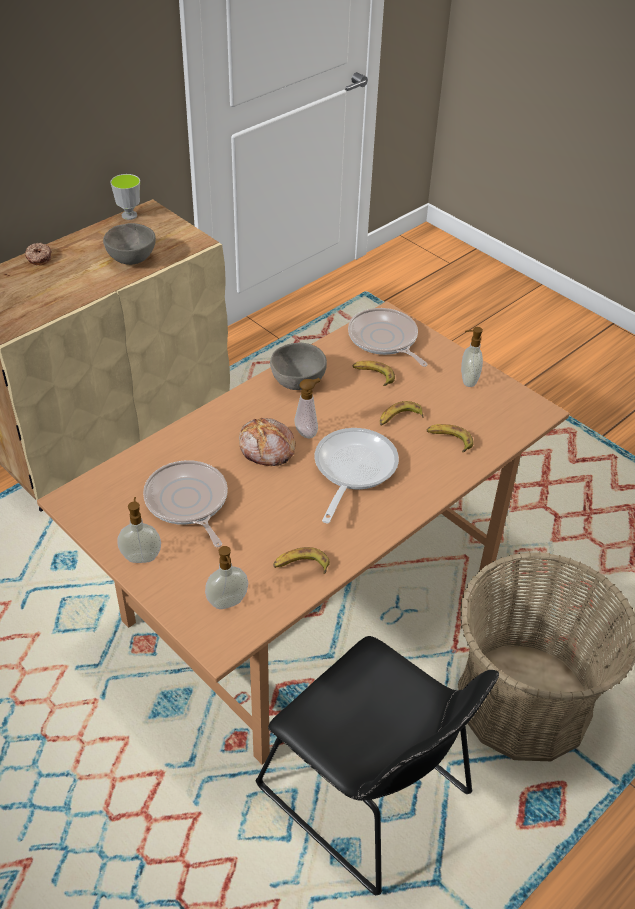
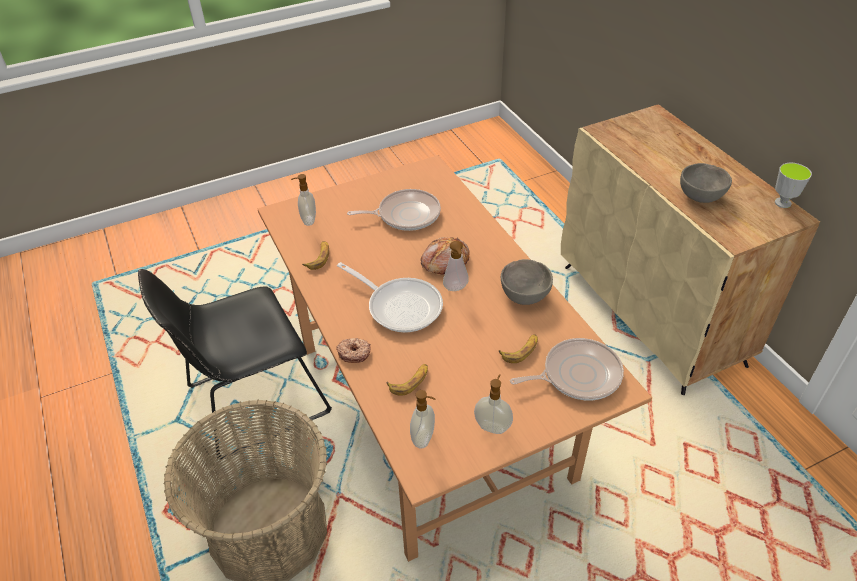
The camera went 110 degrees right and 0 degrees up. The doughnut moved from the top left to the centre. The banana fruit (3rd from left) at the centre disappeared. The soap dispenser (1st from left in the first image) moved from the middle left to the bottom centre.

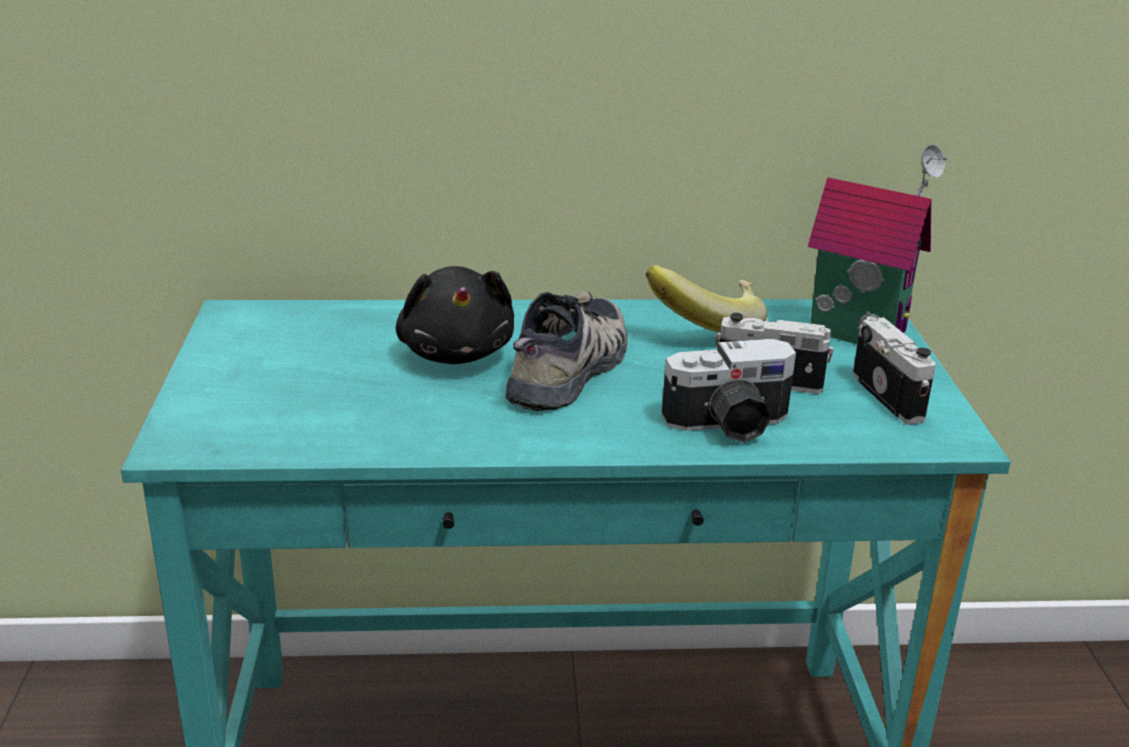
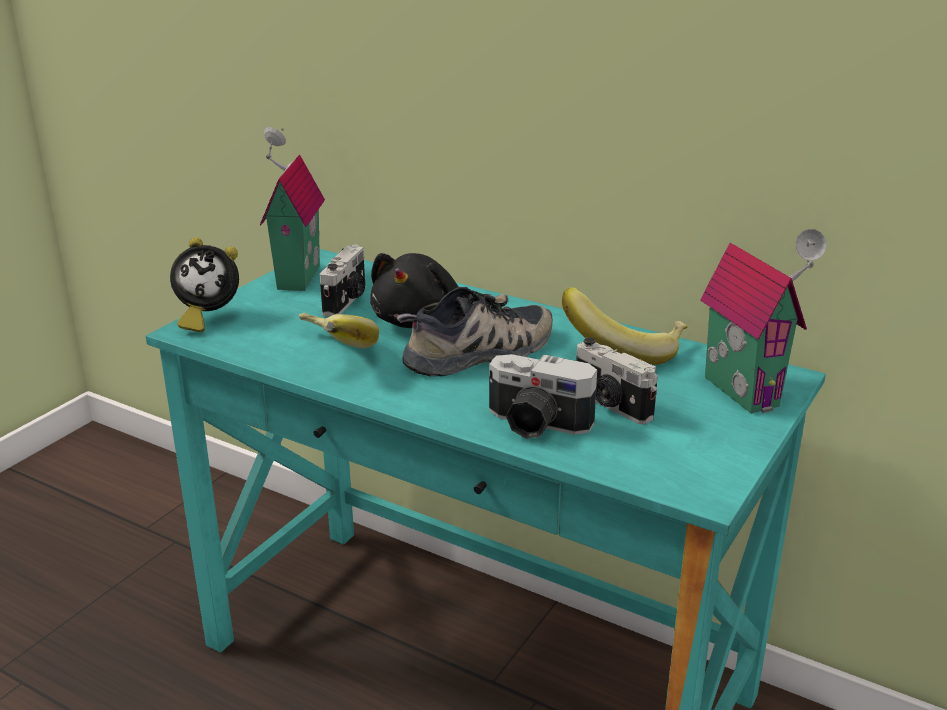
The camera went 35 degrees right and 0 degrees up. The still camera (3rd from left in the first image) moved from the middle right to the centre. The model house (1st from left) at the top left appeared. The alarm clock at the middle left appeared. The banana fruit (1st from left) at the centre appeared.

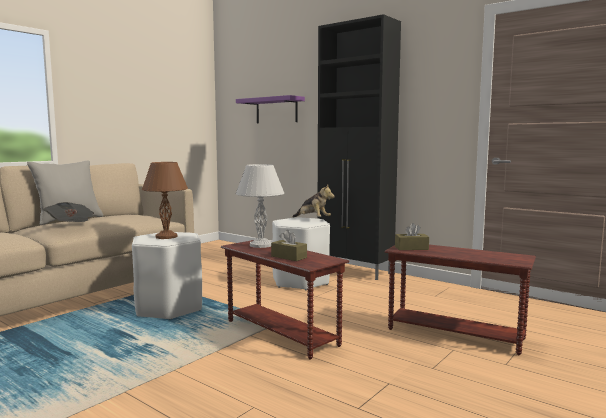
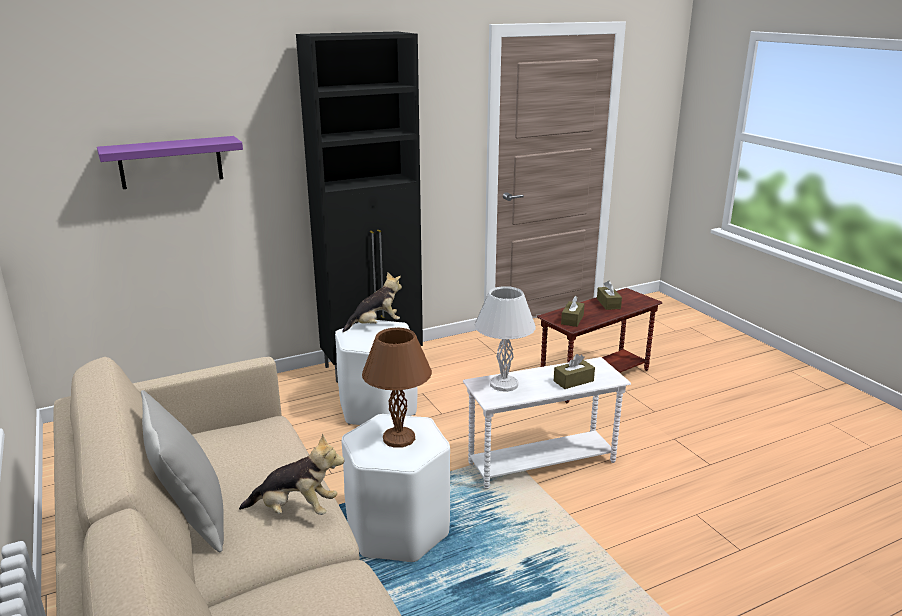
The camera went 65 degrees left and 15 degrees up. The daily paper at the middle left was replaced by the cuddly toy (1st from left) at the bottom left. The side table/brownish (1st from left) at the bottom centre became the side table/whitish at the bottom centre. The tissue holder/brownish (3rd from left) at the middle right appeared.

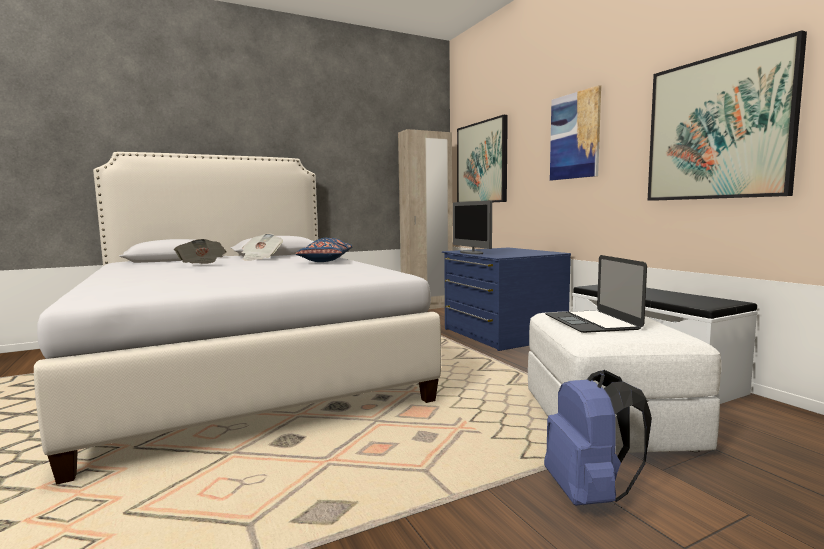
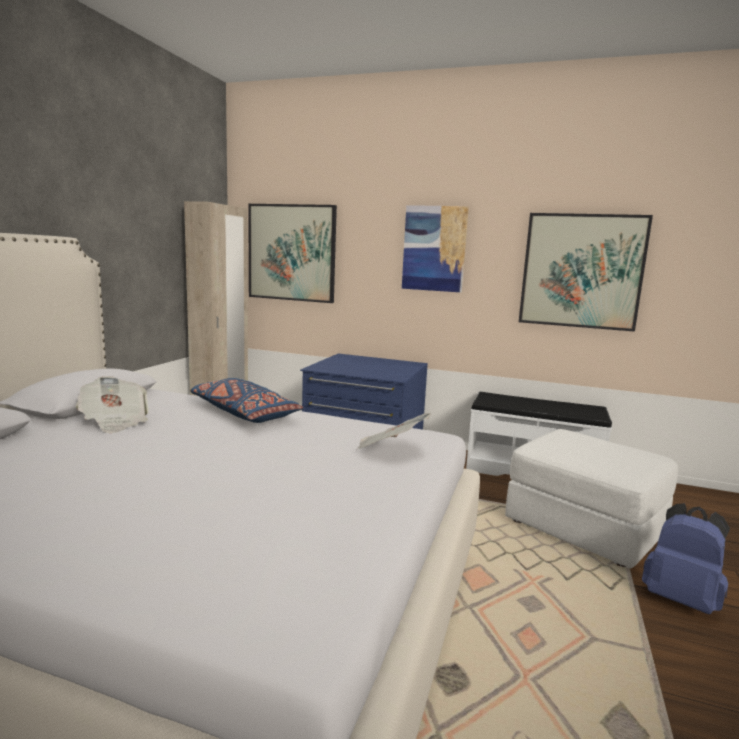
The camera went 45 degrees left and 5 degrees up. The computer screen at the centre disappeared. The daily paper (1st from left in the first image) moved from the middle left to the centre. The portable computer at the middle right disappeared.

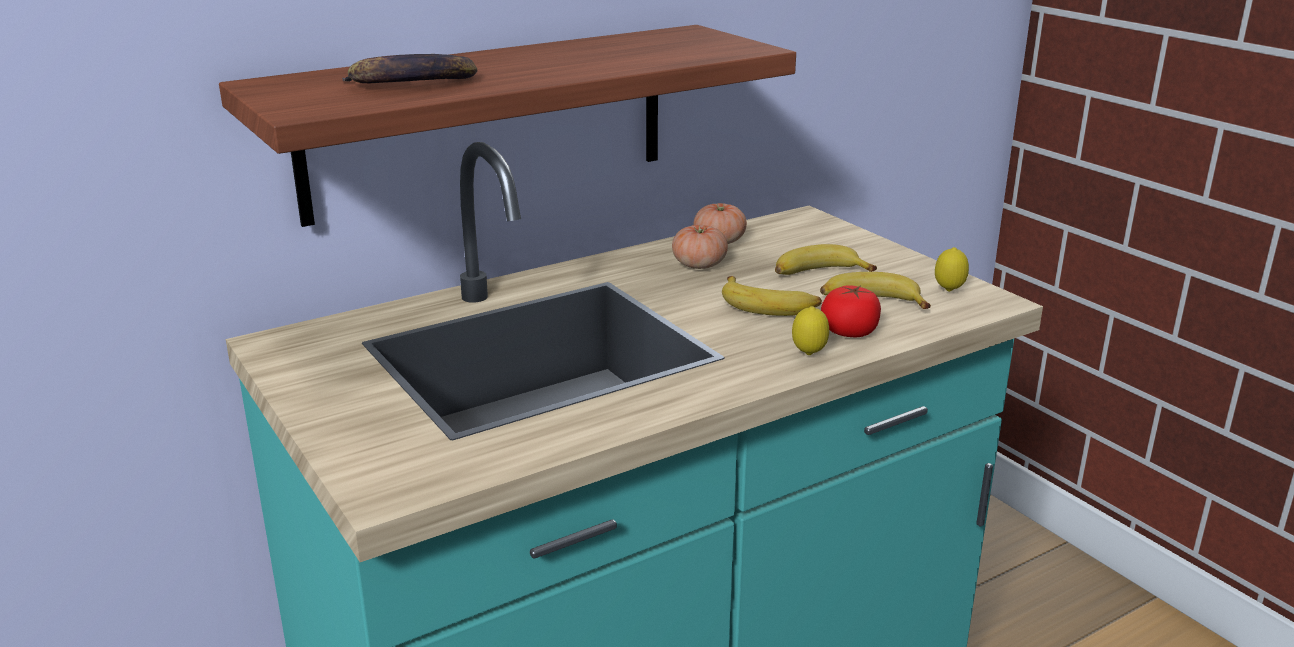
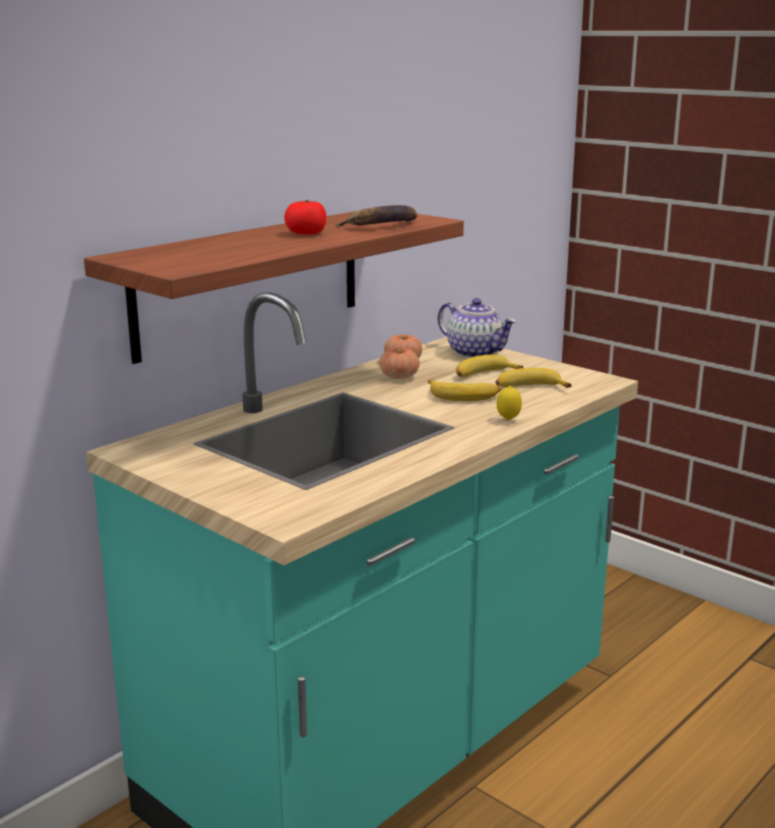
The camera went 15 degrees left and 5 degrees down. The banana fruit (1st from left) moved from the top left to the top centre. The whole lemon (2nd from left) at the middle right disappeared. The fresh tomato (3rd from left in the first image) moved from the centre to the top centre. The pot for tea at the centre appeared.

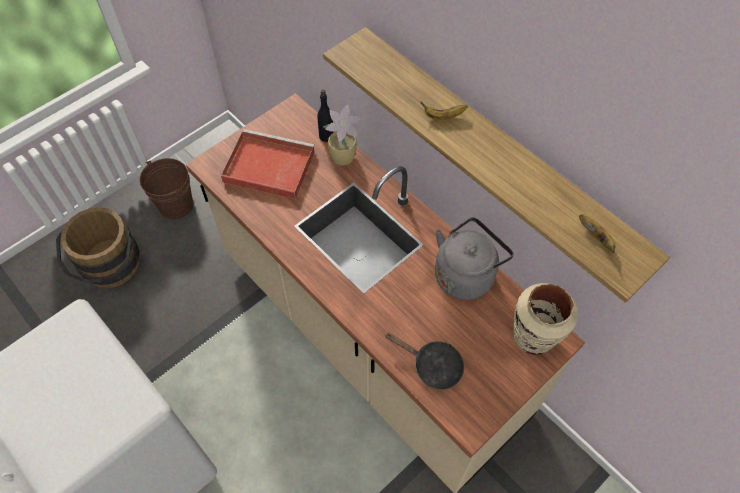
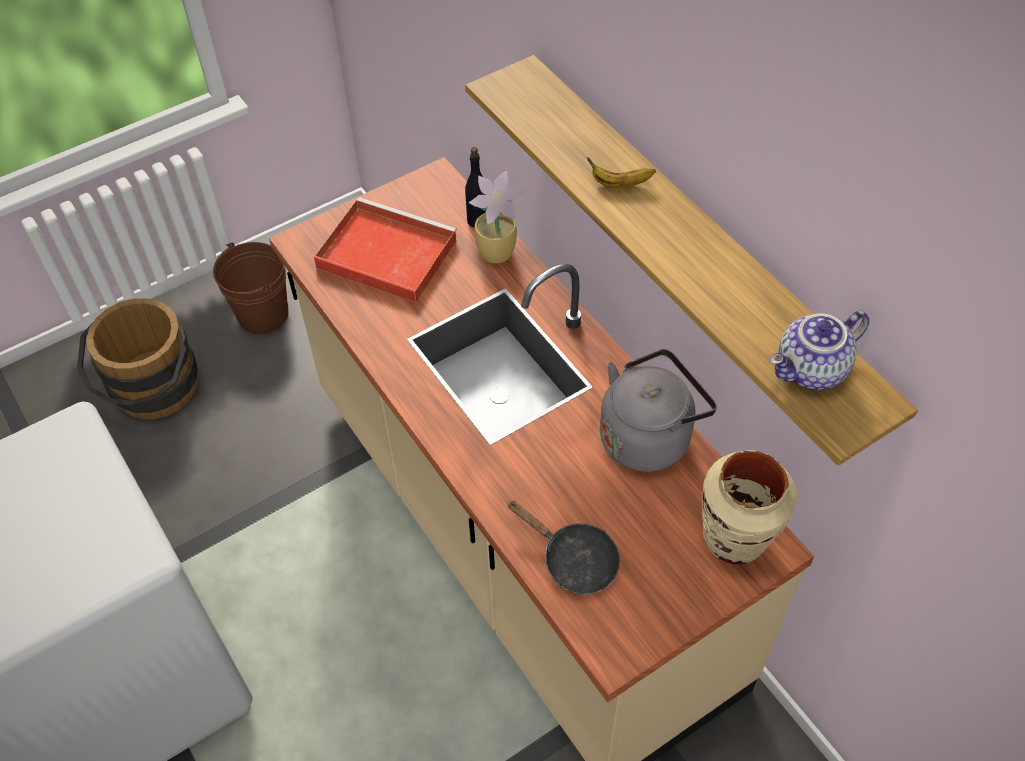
The camera went 10 degrees right and 5 degrees down. The banana fruit (2nd from left) at the middle right was replaced by the pot for tea at the middle right.

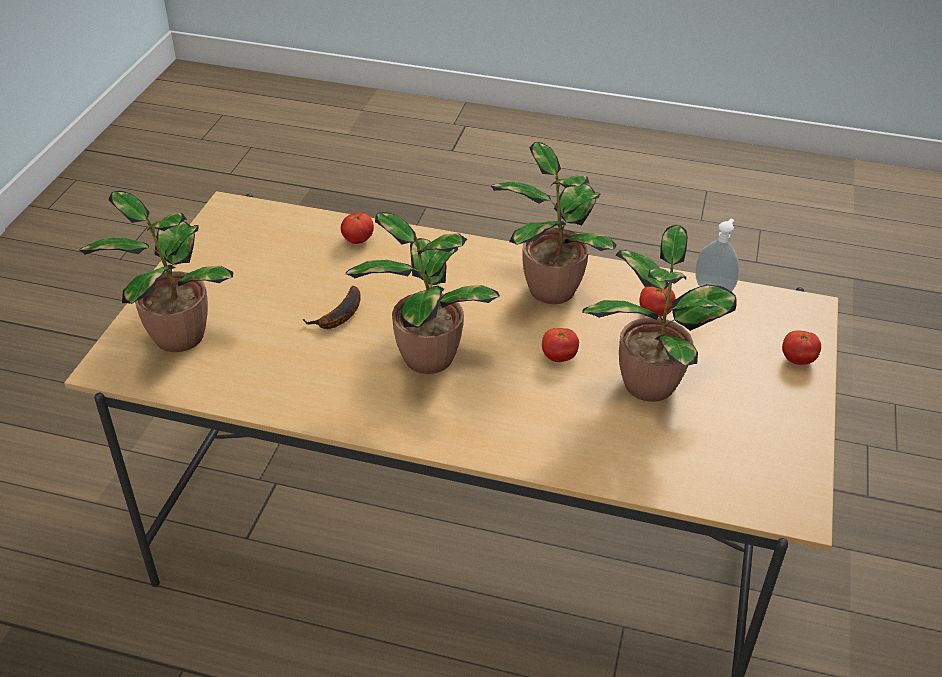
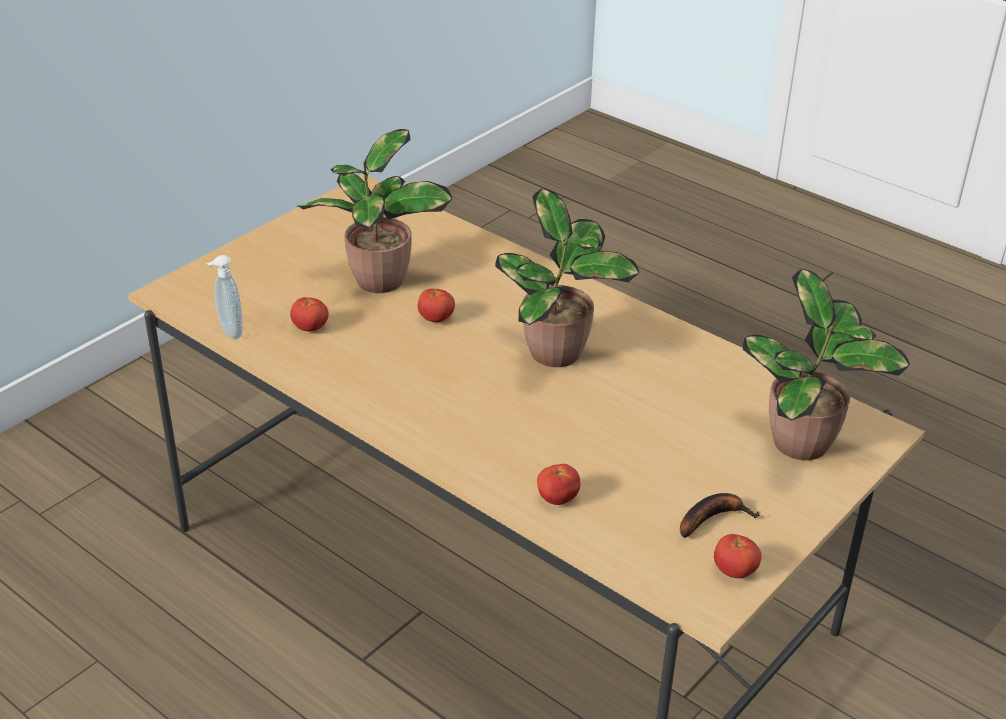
The camera went 155 degrees left and 5 degrees down. The potted plant (3rd from left) at the top centre disappeared. The banana fruit moved from the centre to the bottom right. The fresh tomato (4th from left) moved from the middle right to the bottom right.

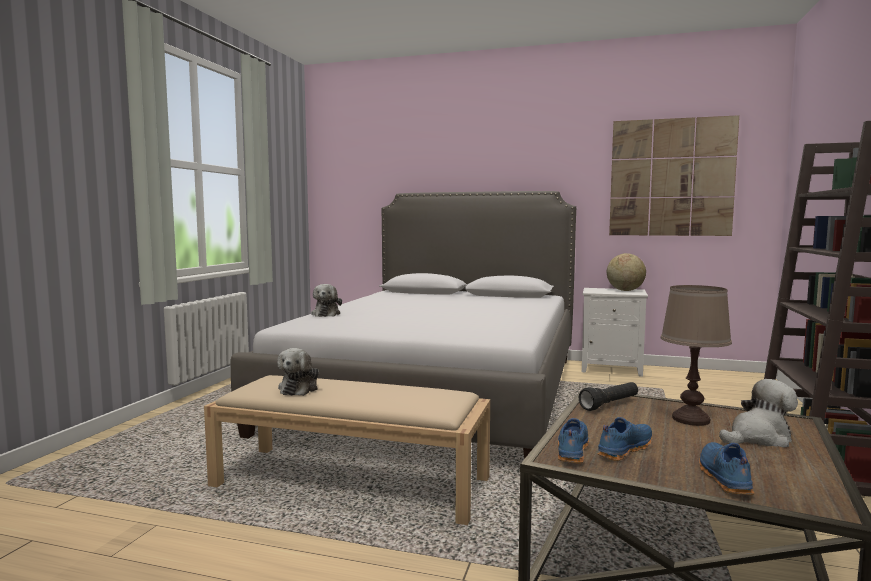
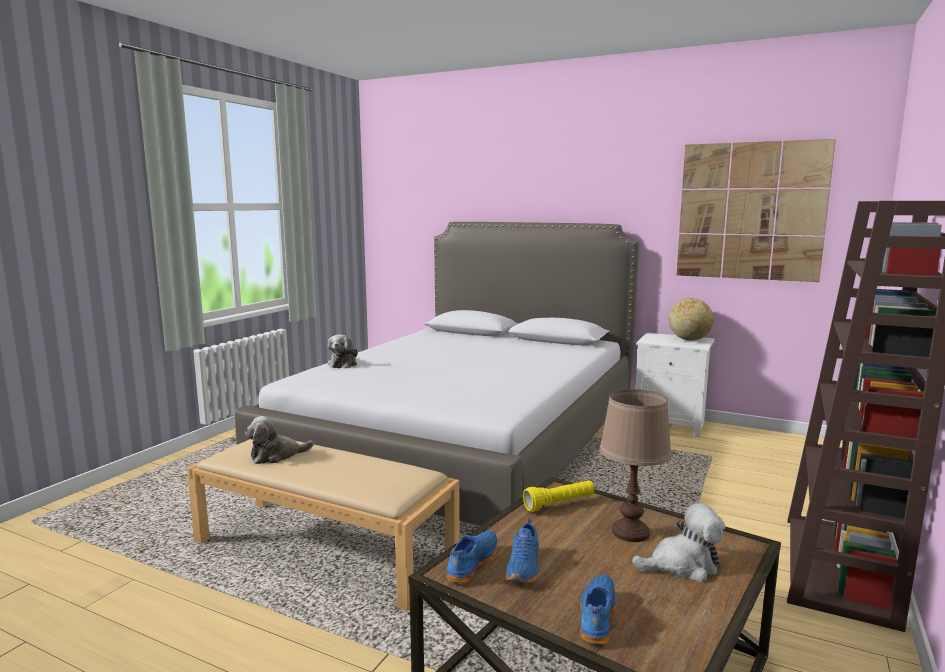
The camera went 10 degrees right and 5 degrees up. The cuddly toy (1st from left) at the centre turned 45 degrees clockwise. The flashlight/blackish at the bottom right became the flashlight/yellowish at the bottom centre. The low shoe/blue-coloured (2nd from left) at the bottom right turned 135 degrees clockwise.

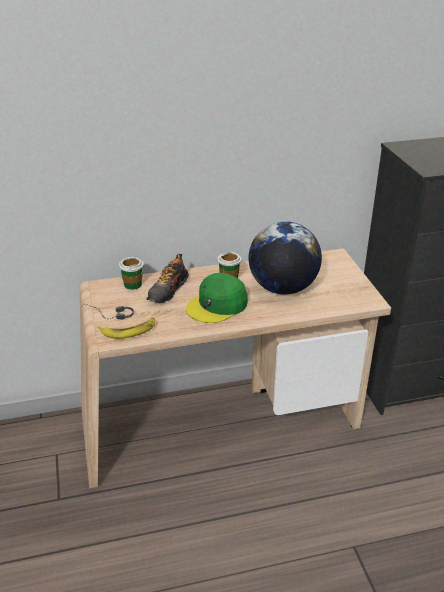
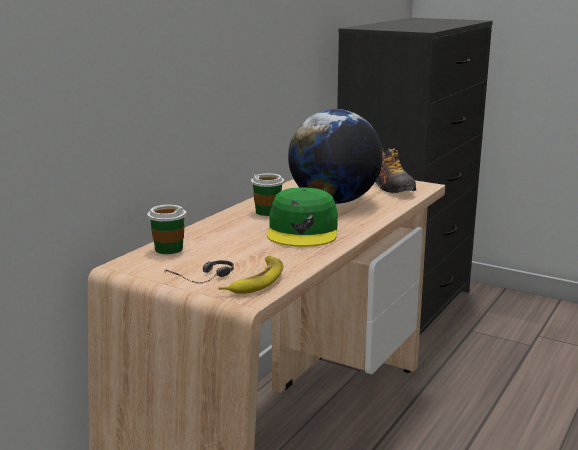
The camera went 45 degrees left and 15 degrees down. The low shoe moved from the centre to the middle right.

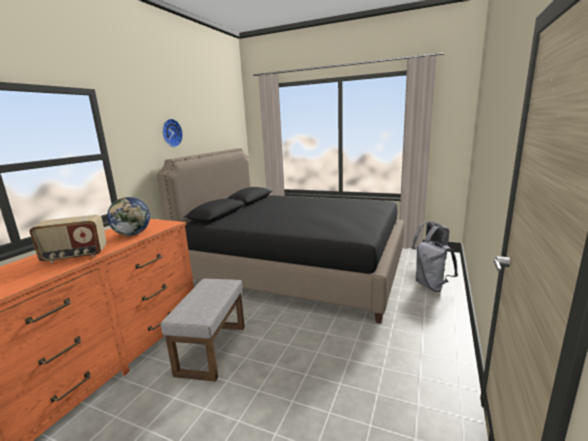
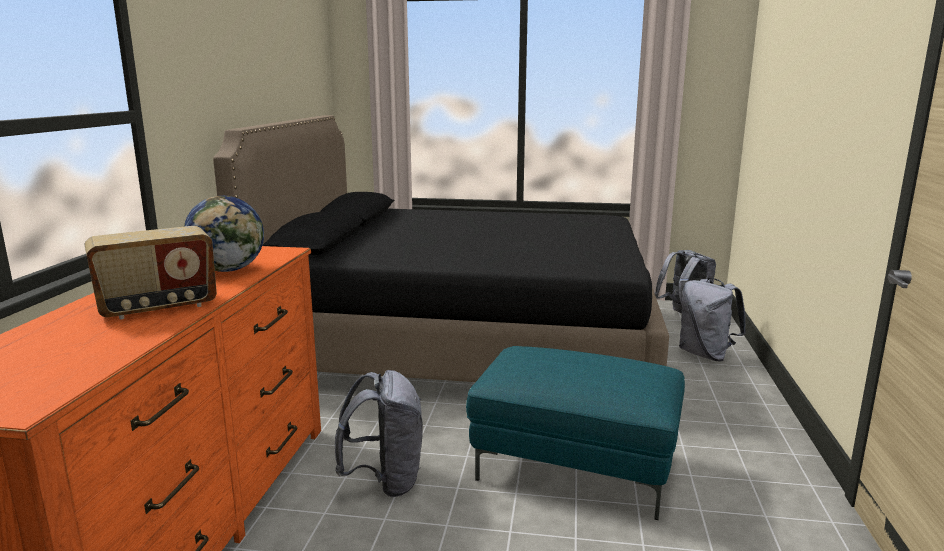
The camera went 15 degrees left and 0 degrees up. The wall clock at the top left disappeared. The pouffe/grey at the bottom centre was replaced by the backpack/grey (1st from left) at the bottom centre. The pouffe/turquoise-coloured at the bottom centre appeared.

